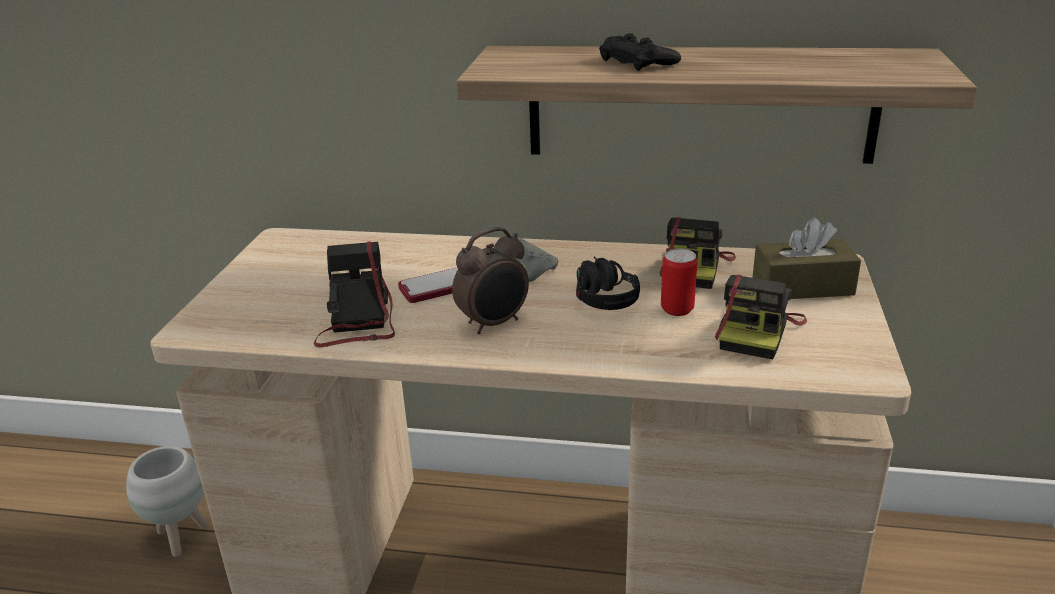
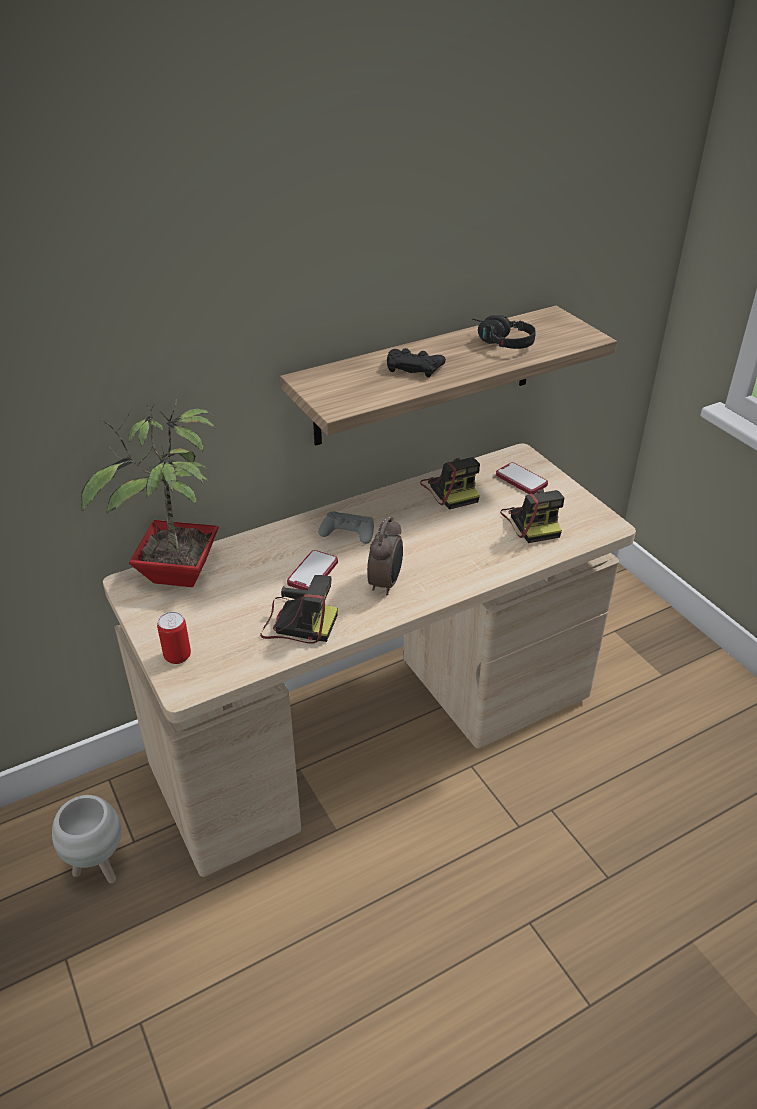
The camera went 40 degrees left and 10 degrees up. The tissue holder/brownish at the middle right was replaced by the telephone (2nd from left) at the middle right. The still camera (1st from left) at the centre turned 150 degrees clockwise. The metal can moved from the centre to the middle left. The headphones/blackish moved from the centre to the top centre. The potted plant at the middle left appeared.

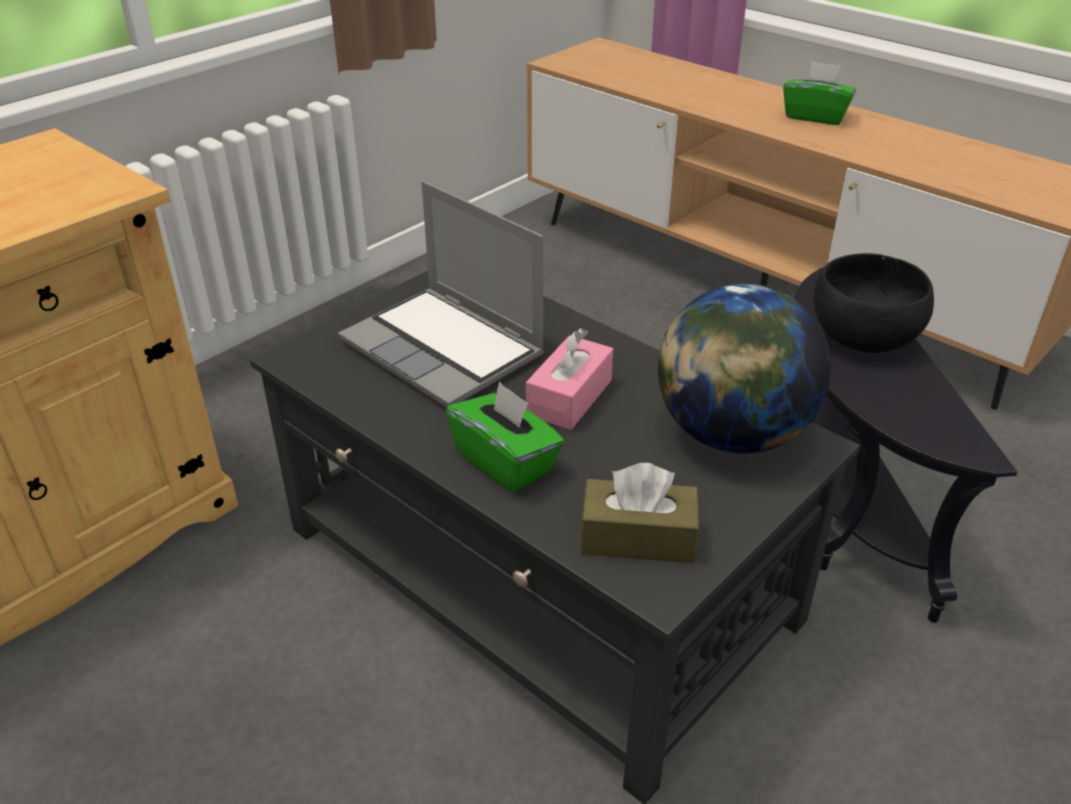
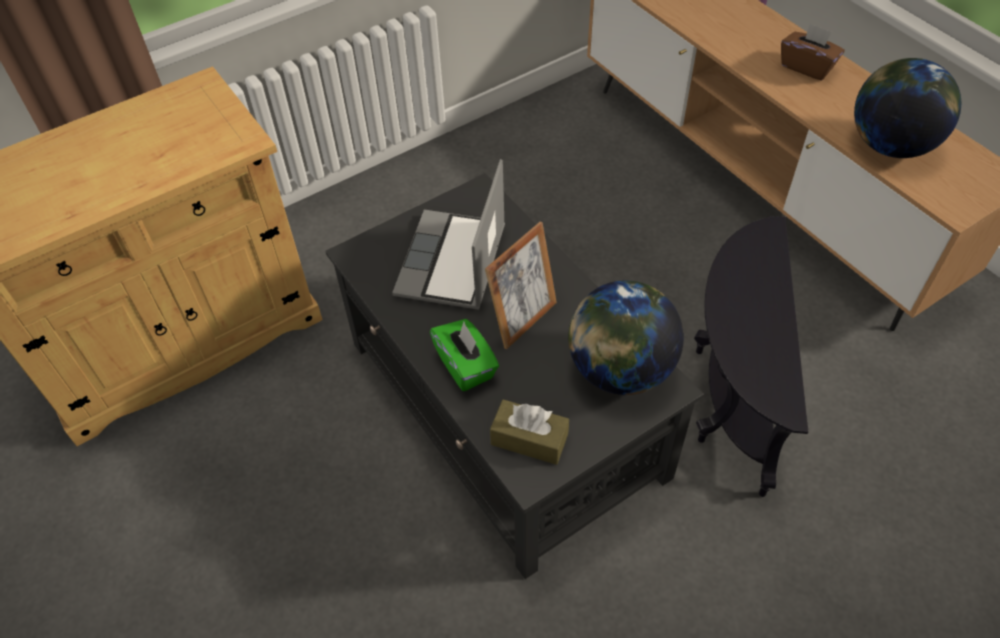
The camera went 15 degrees right and 15 degrees up. The tissue holder/greenish (2nd from left) at the top right became the tissue holder/brownish (2nd from left) at the top right. The portable computer at the centre turned 45 degrees clockwise. The bowl/blackish at the middle right disappeared. The tissue holder/pink at the centre was replaced by the photo frame at the centre. The world globe (2nd from left) at the top right appeared.

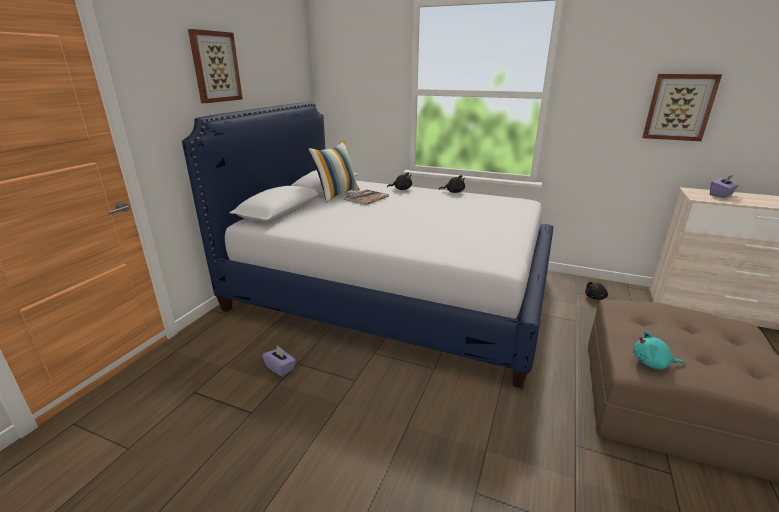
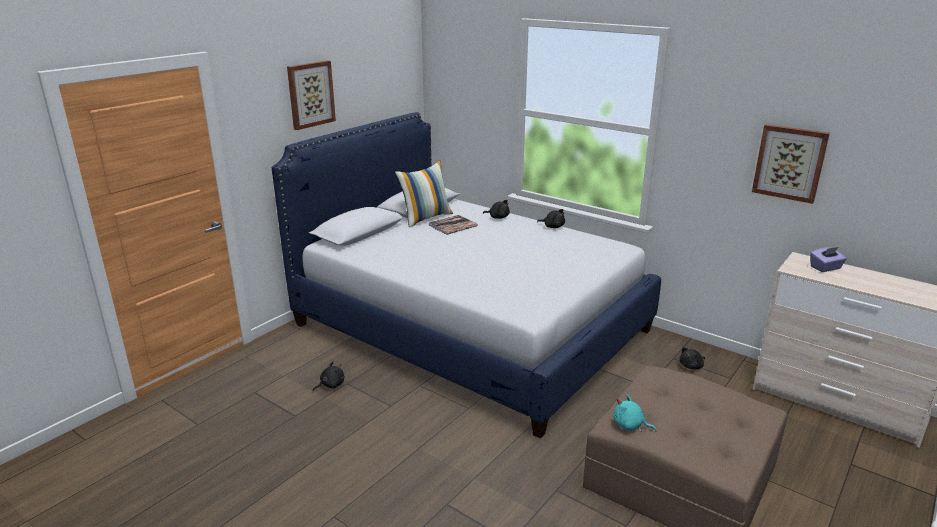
The camera went 15 degrees right and 0 degrees up. The tissue holder/purple-coloured (1st from left) at the bottom centre was replaced by the cuddly toy/blackish (1st from left) at the bottom centre.

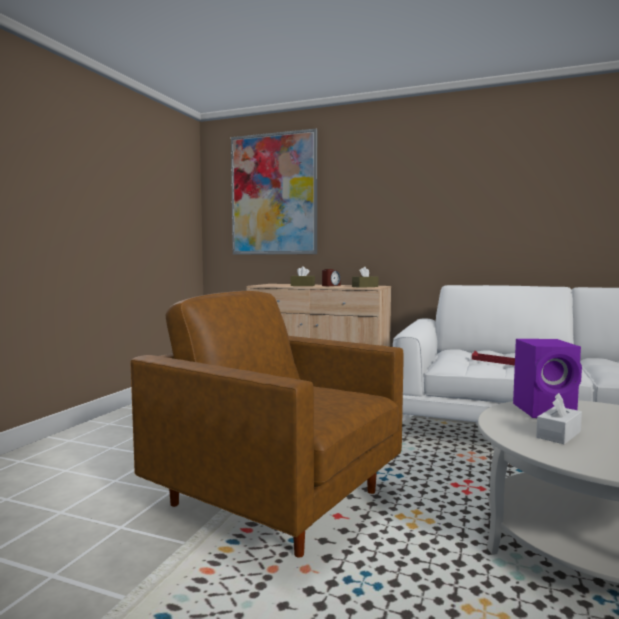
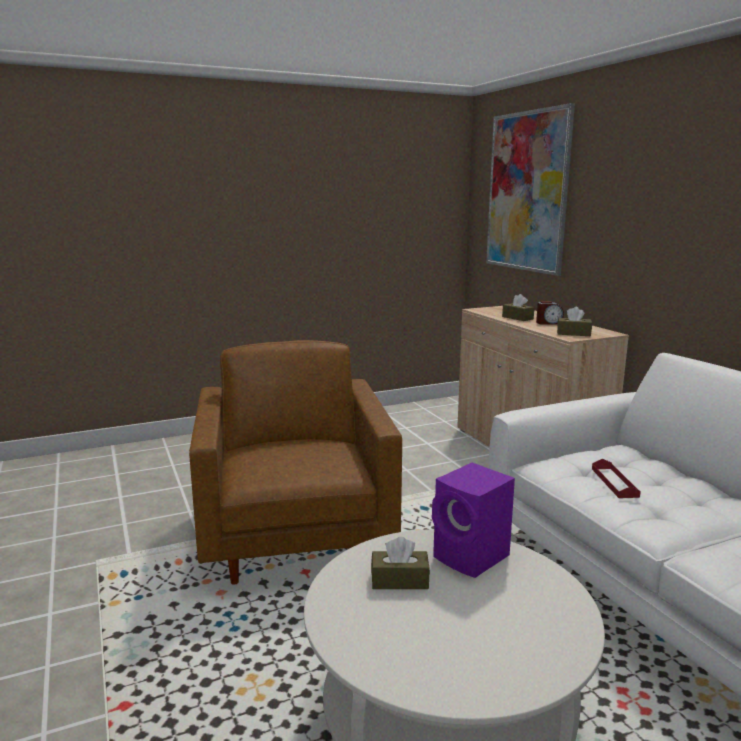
The camera went 45 degrees right and 10 degrees up. The tissue holder/whitish at the bottom right became the tissue holder/brownish (1st from left) at the bottom centre.

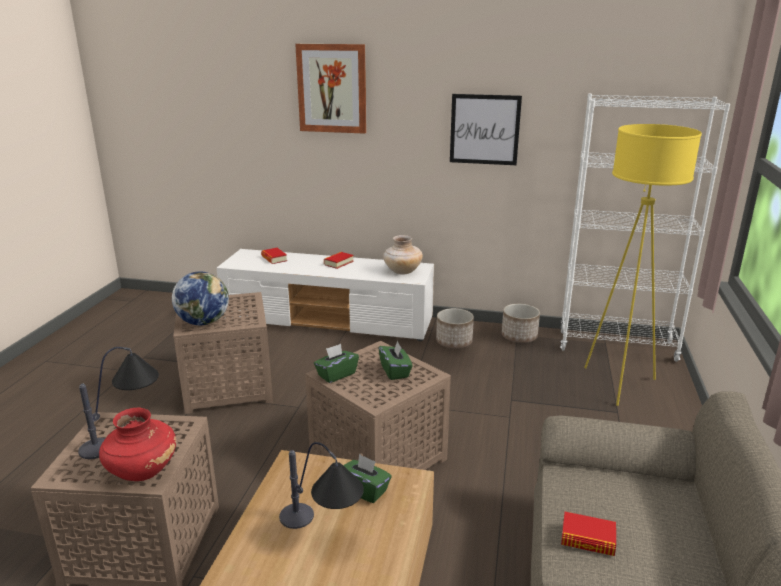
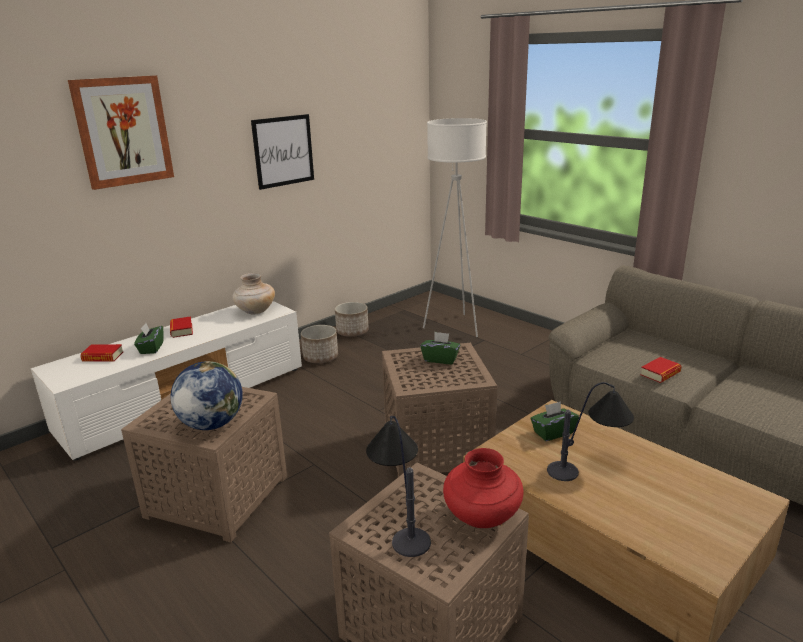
The camera went 55 degrees left and 0 degrees up. The bookcase/whitish at the middle right disappeared. The floor lamp/yellowish at the middle right became the floor lamp/whitish at the centre. The tissue holder/greenish (1st from left) moved from the centre to the middle left.

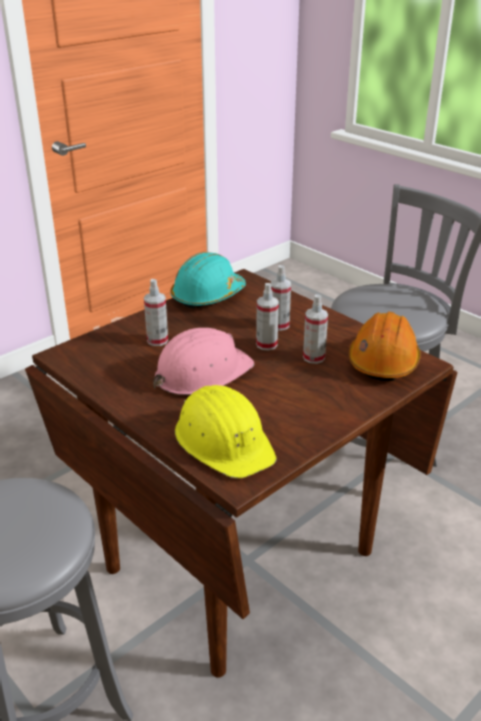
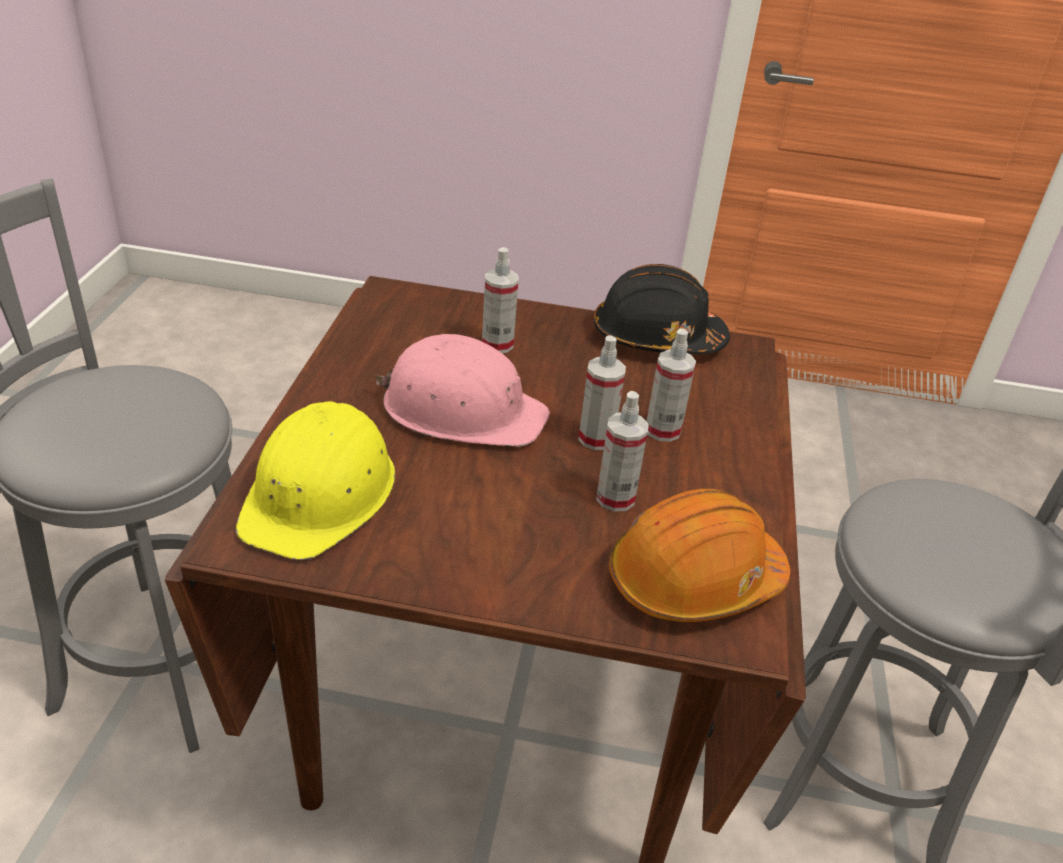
The camera went 50 degrees right and 5 degrees up. The hard hat/turquoise-coloured at the centre became the hard hat/blackish at the centre.

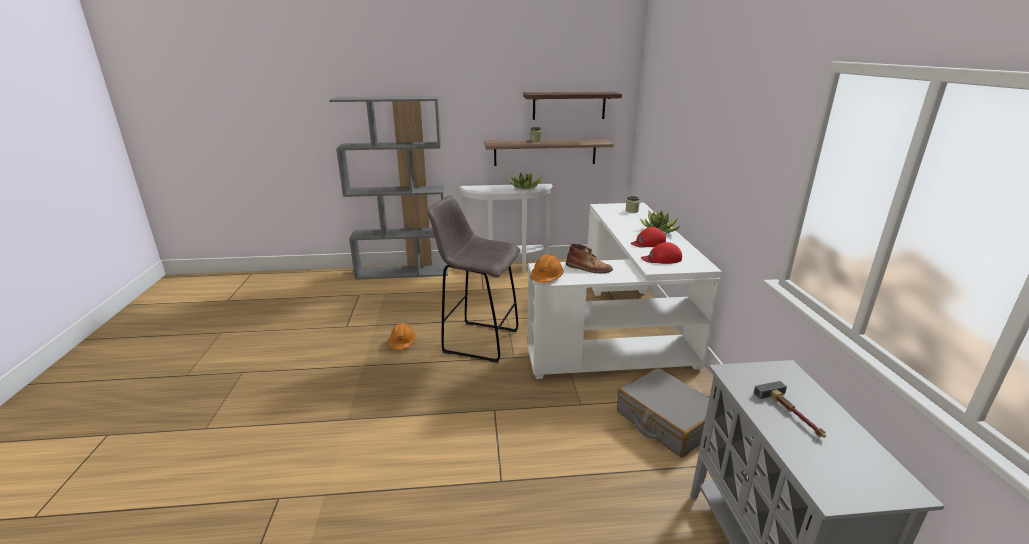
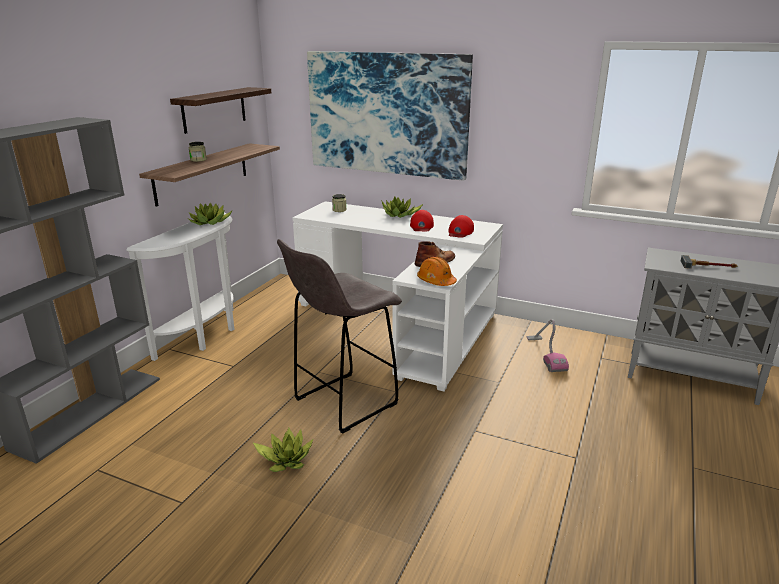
The camera went 60 degrees left and 0 degrees up. The hard hat/orangey (1st from left) at the centre was replaced by the potted plant (2nd from left) at the bottom centre. The piece of luggage/grey at the bottom centre was replaced by the vacuum at the middle right. The wall art at the top centre appeared.

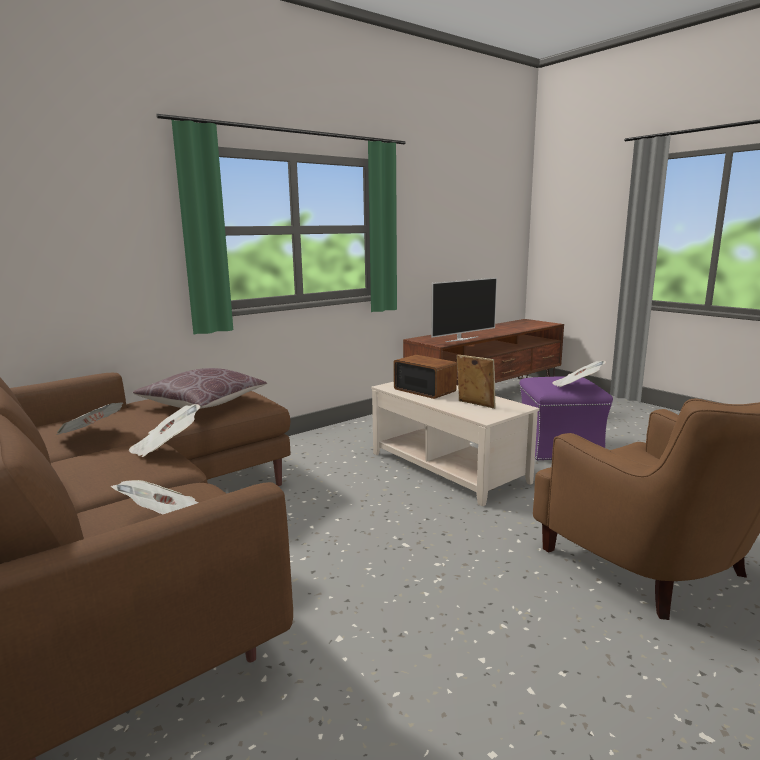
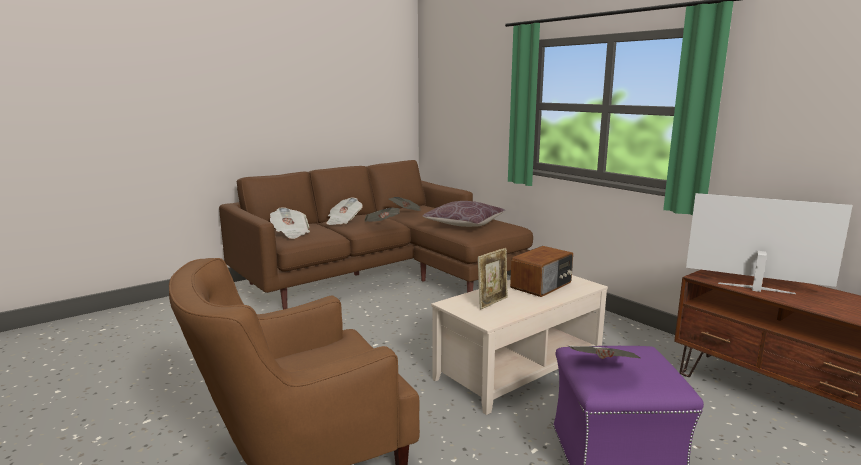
The camera went 90 degrees right and 0 degrees up. The TV set at the centre turned 150 degrees clockwise. The daily paper (2nd from left) at the centre appeared.

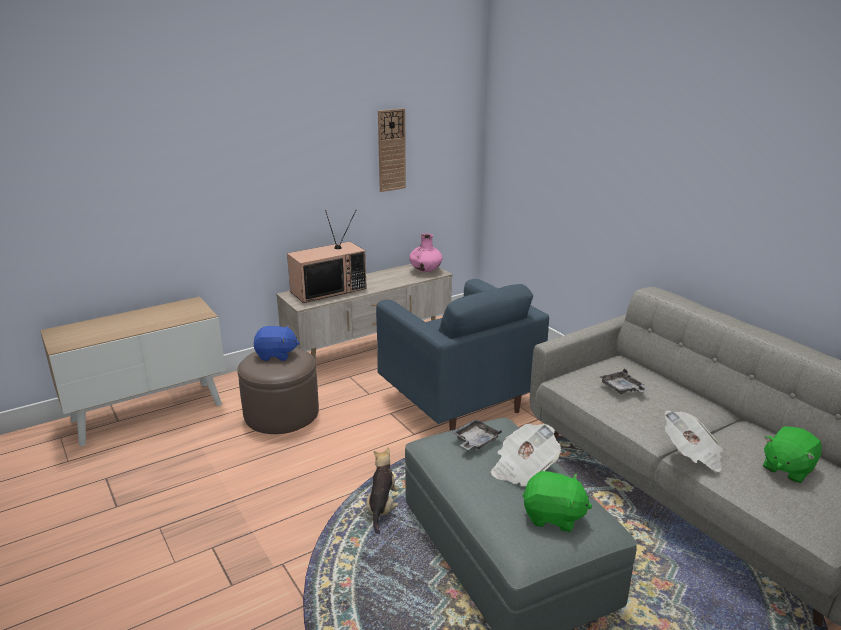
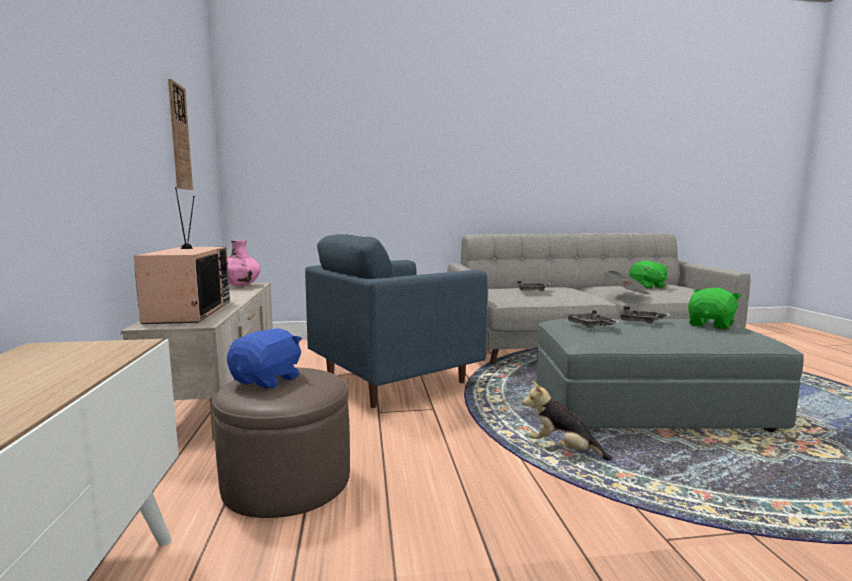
The camera went 65 degrees left and 15 degrees down. The armchair/blue-coloured at the centre turned 150 degrees clockwise. The daily paper (1st from left) at the bottom centre was replaced by the tray/grey (3rd from left) at the middle right.

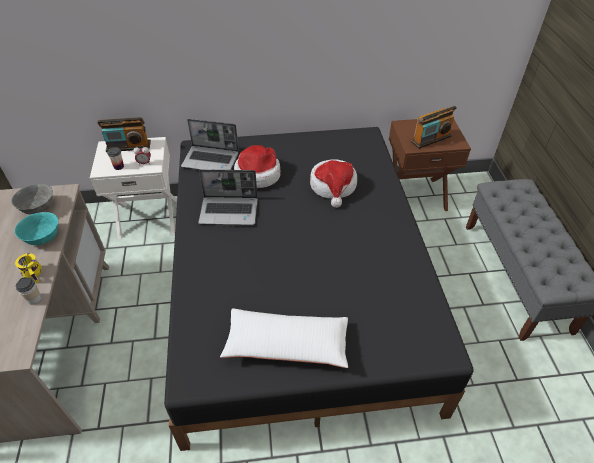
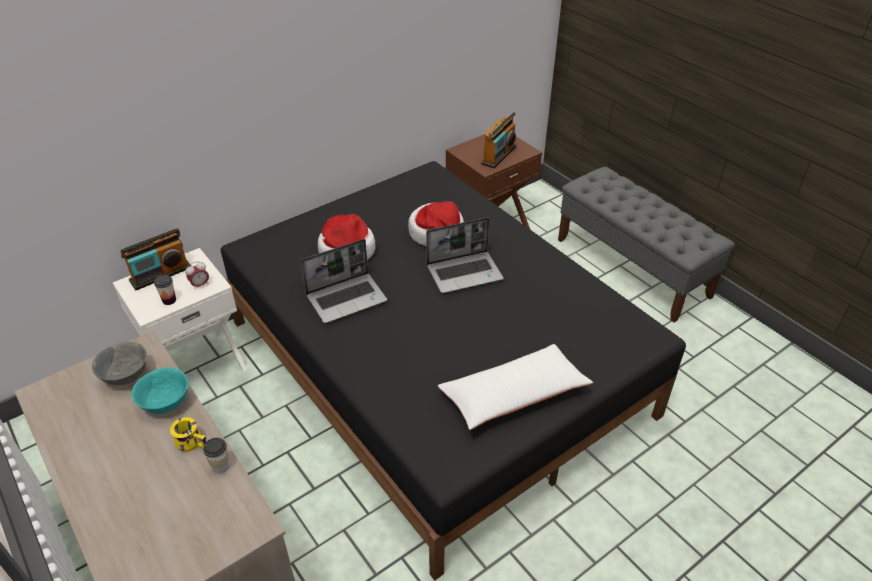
The camera went 30 degrees left and 5 degrees down. The portable computer (1st from left in the first image) moved from the top centre to the centre.

